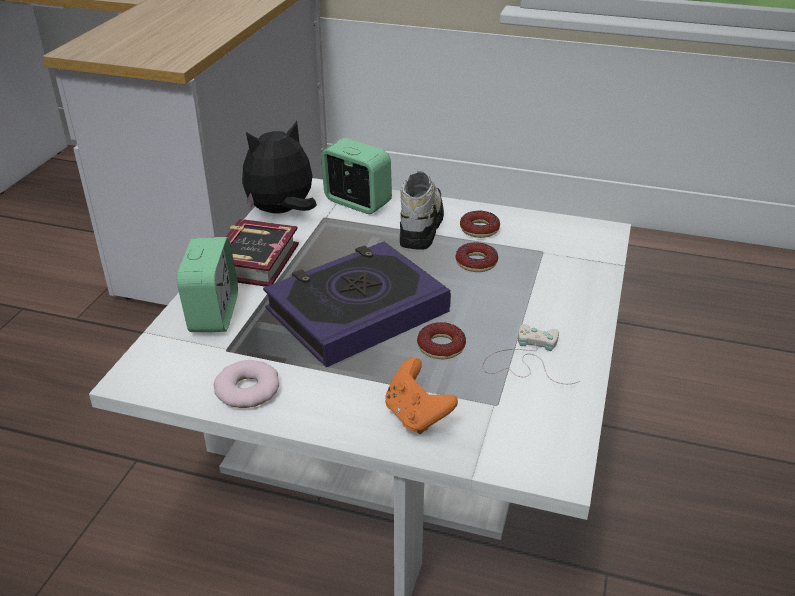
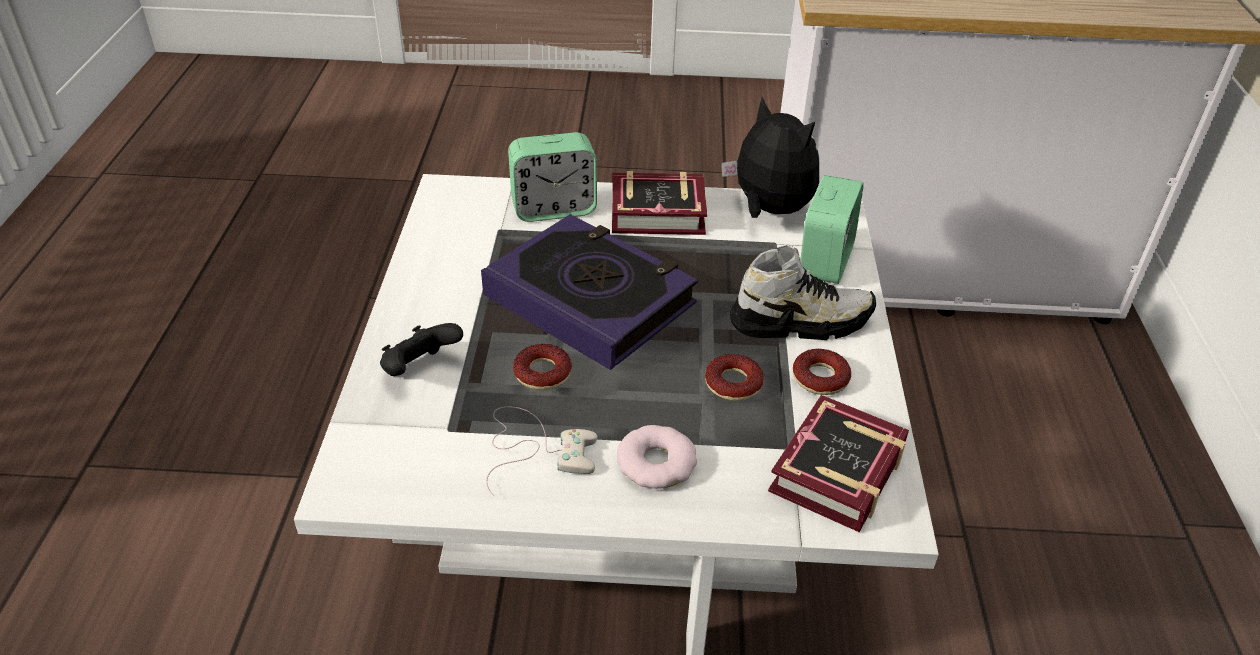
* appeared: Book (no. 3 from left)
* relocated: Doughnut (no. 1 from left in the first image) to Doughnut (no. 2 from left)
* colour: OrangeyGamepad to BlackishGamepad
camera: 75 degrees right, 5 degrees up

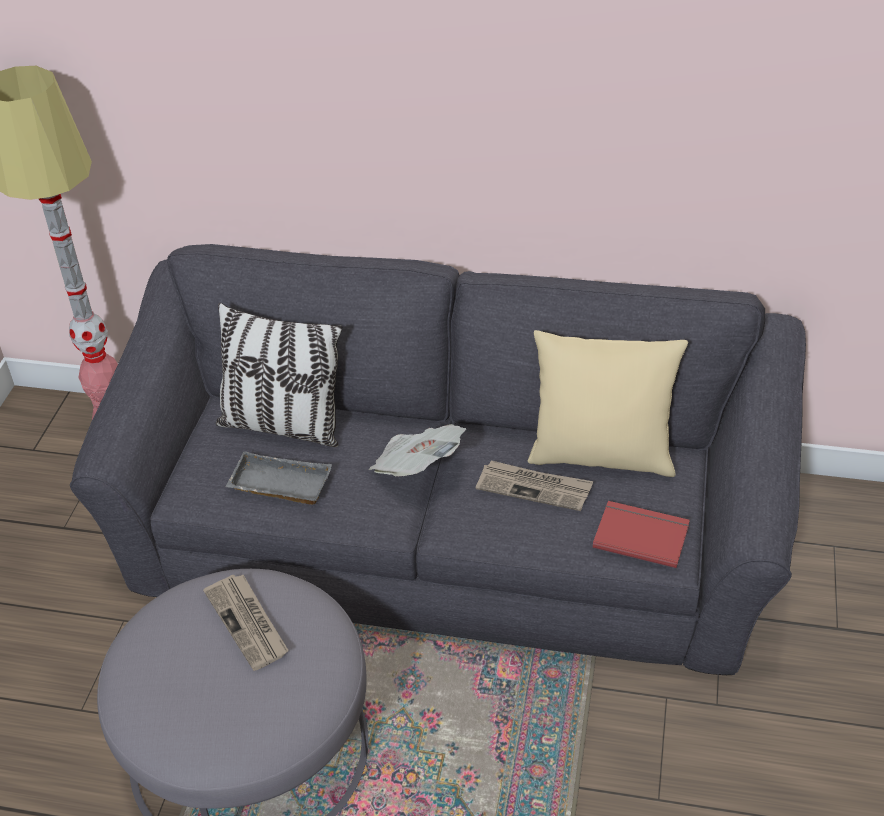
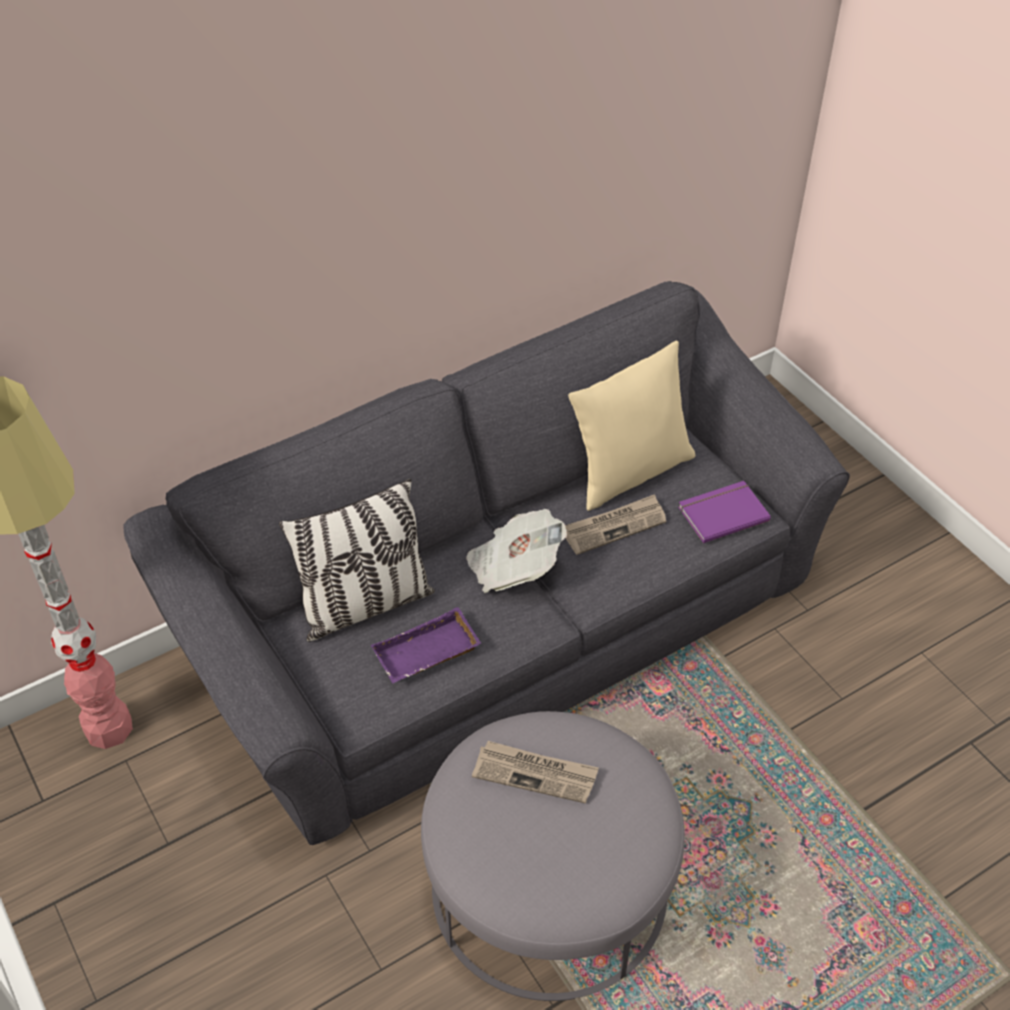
* colour: GrayServingTray to PurplishServingTray
* colour: RedBook to PurplishBook
camera: 45 degrees left, 5 degrees up

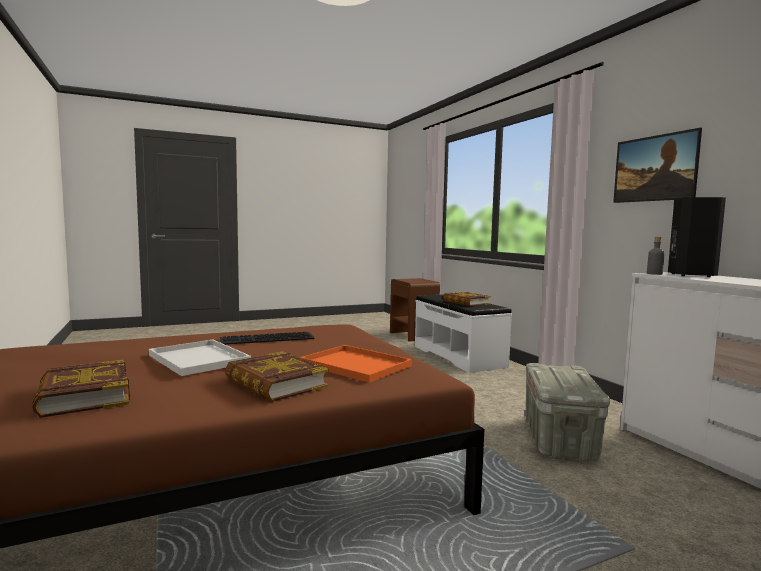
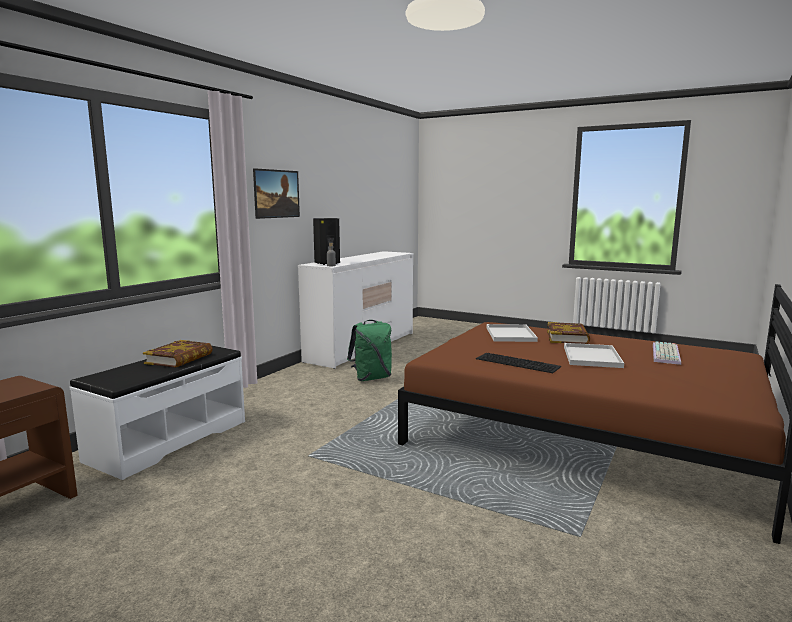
* exchanged: Book (no. 1 from left) to PcKeyboard (no. 2 from left)
* exchanged: GrayStorageContainer to GreenishKnapsack
* colour: OrangeyServingTray to WhiteServingTray (no. 1 from left)
camera: 125 degrees left, 5 degrees up

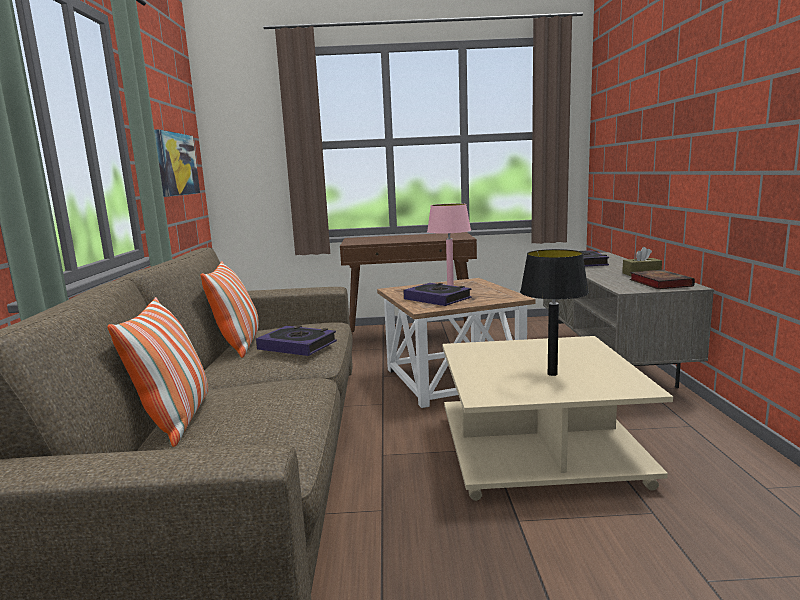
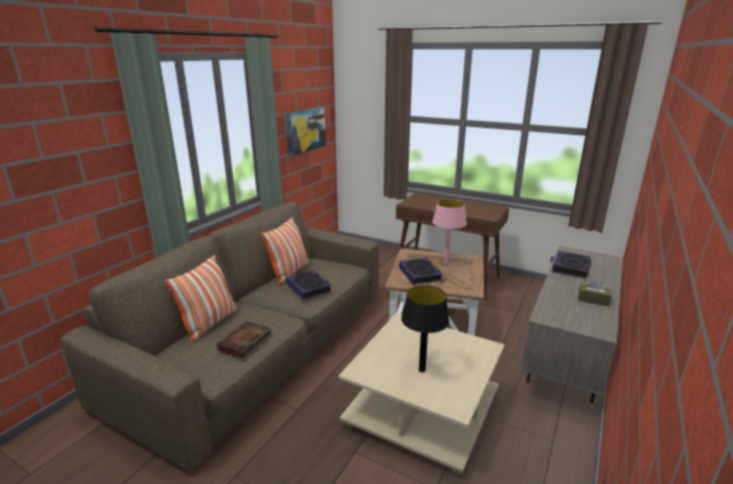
* relocated: Book (no. 4 from left in the first image) to Book (no. 1 from left)
camera: 30 degrees right, 10 degrees up

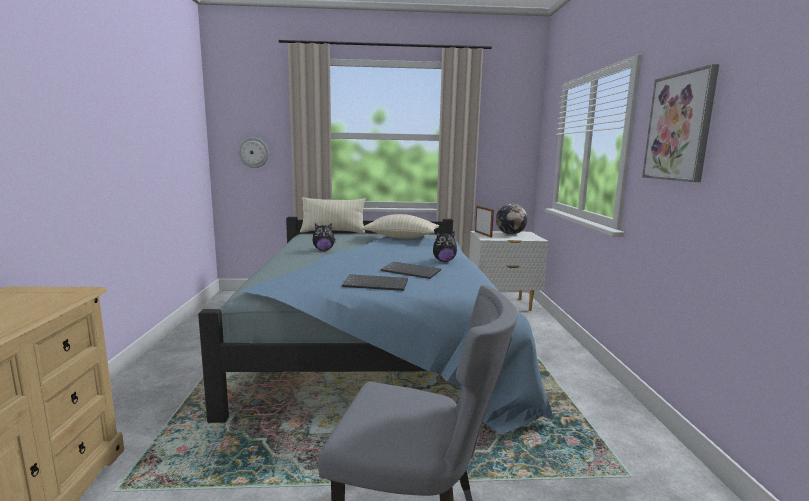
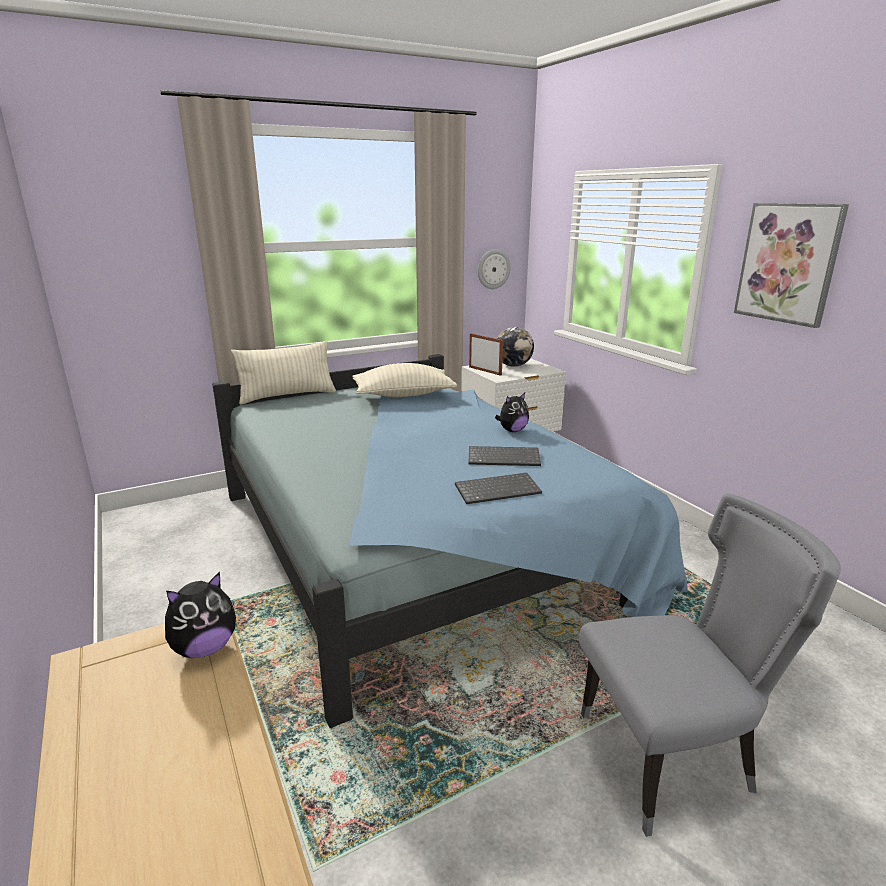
* relocated: WallClock
* relocated: SoftToy (no. 1 from left)
camera: 25 degrees left, 10 degrees up

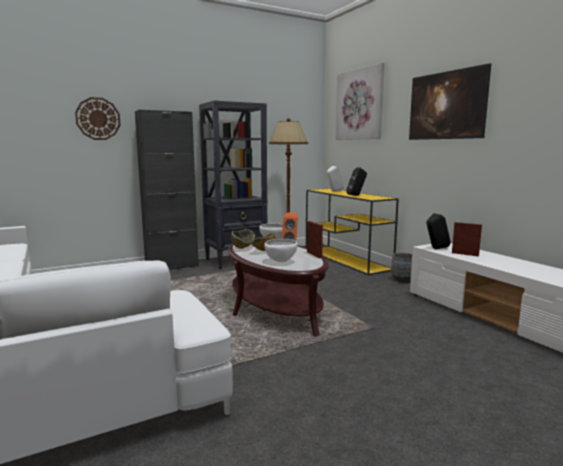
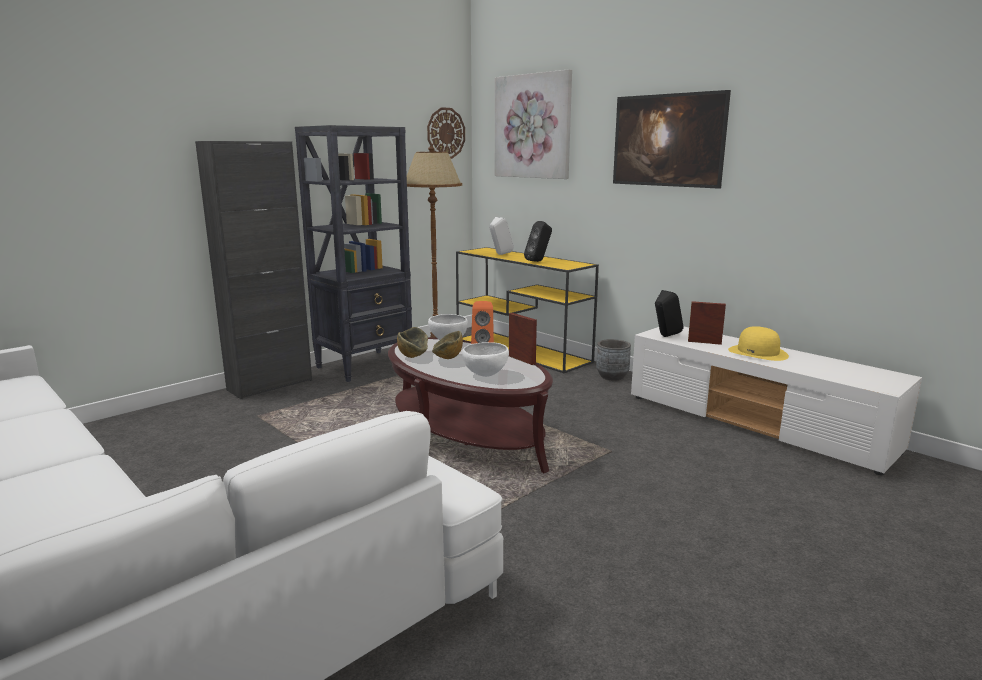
* appeared: YellowHat
* relocated: WallClock
camera: 15 degrees left, 5 degrees up

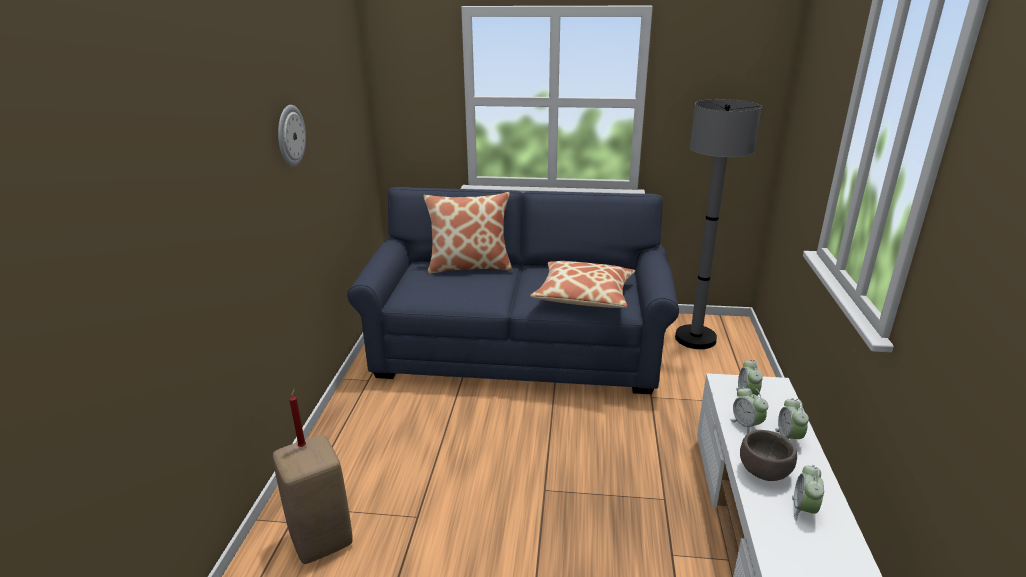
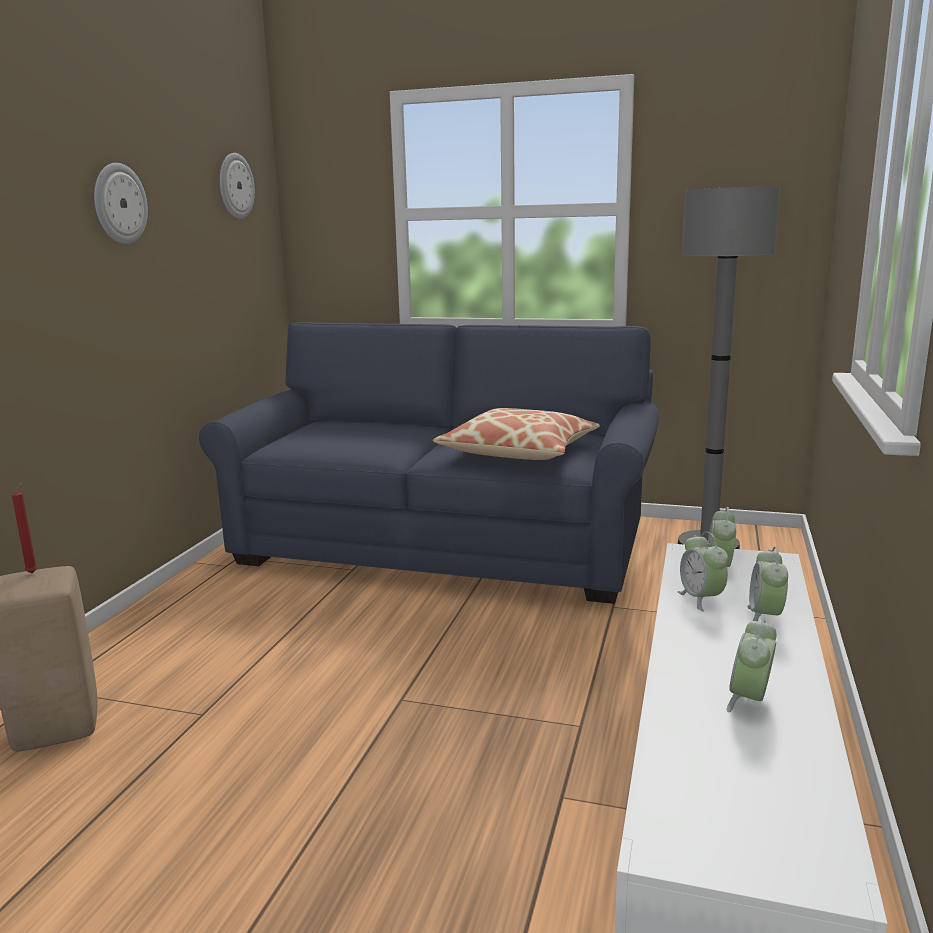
* missing: ThrowPillow (no. 1 from left)
* missing: BrownColouredBowl
* appeared: WallClock (no. 2 from left)
camera: 10 degrees right, 10 degrees down

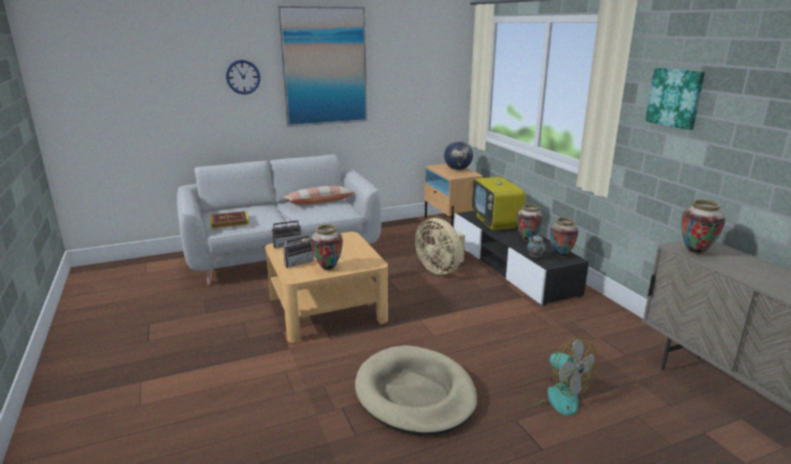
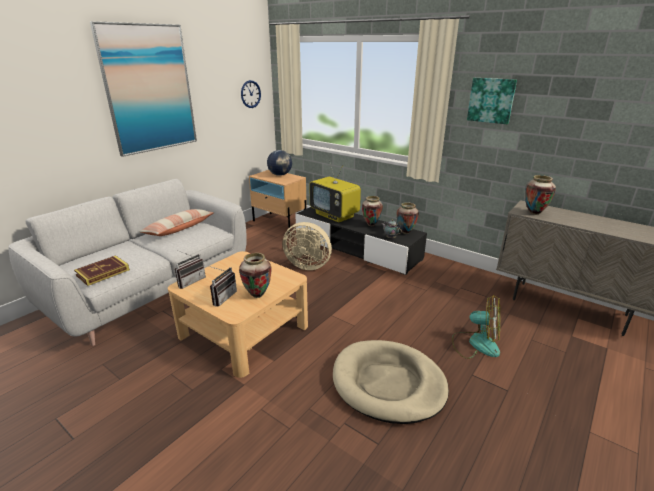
* relocated: WallClock
camera: 30 degrees left, 5 degrees up

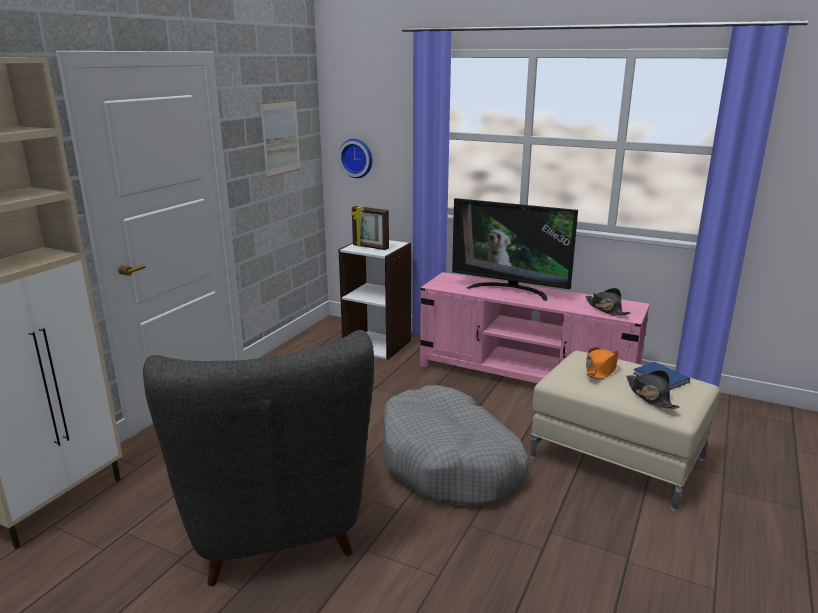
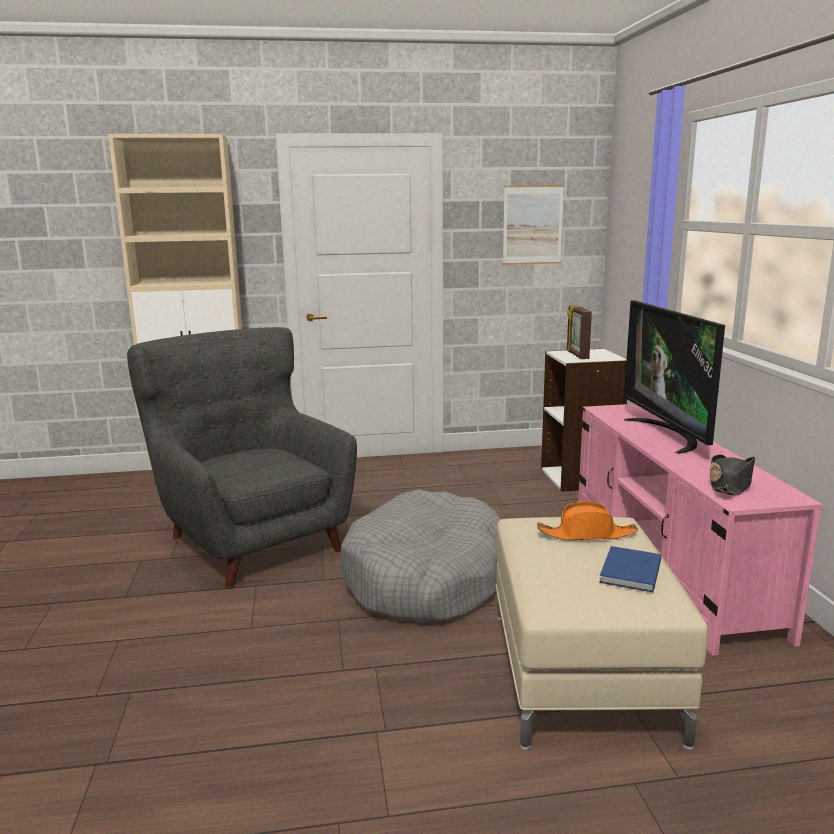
* missing: WallClock
* missing: BlackishHat (no. 2 from left)
* spun: GrayEasyChair 105 degrees clockwise
camera: 55 degrees right, 5 degrees down

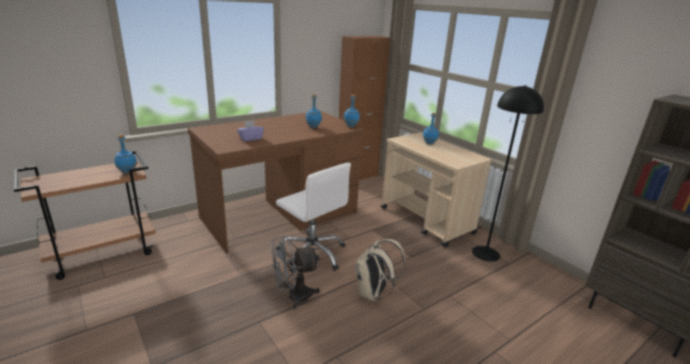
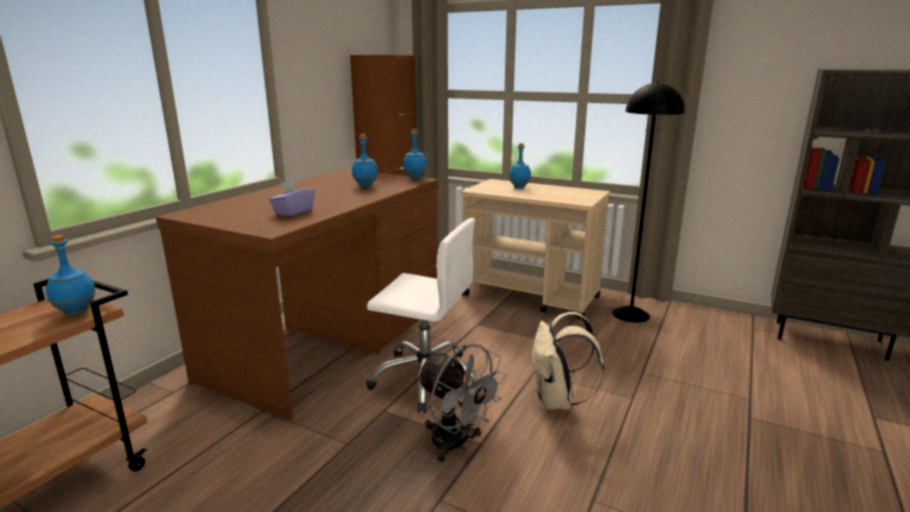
* spun: GrayFan 90 degrees counterclockwise
camera: 25 degrees left, 5 degrees down

